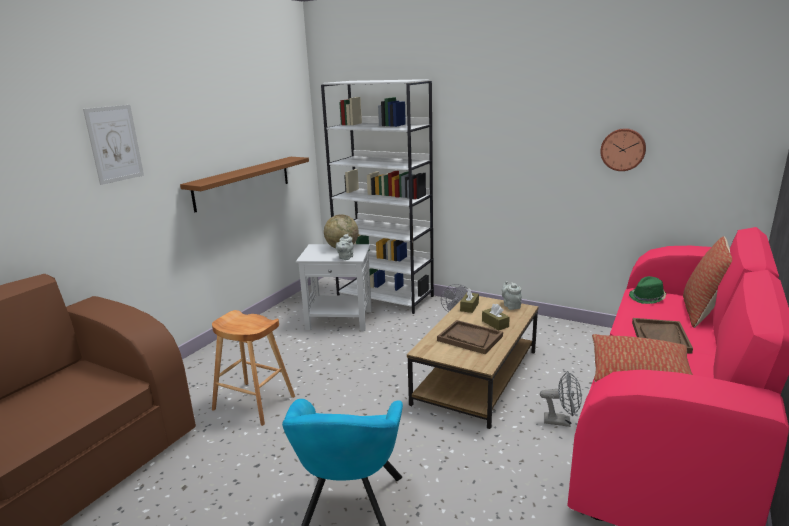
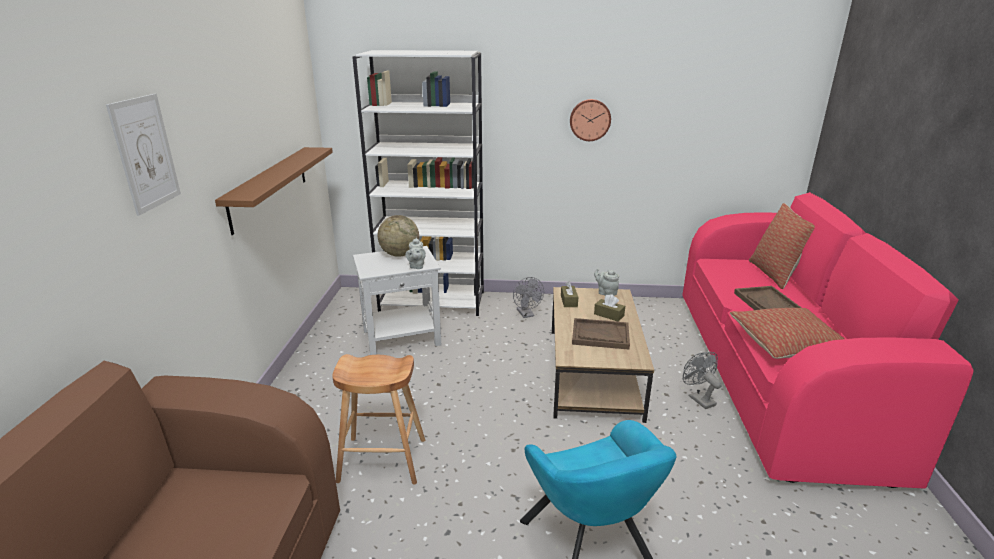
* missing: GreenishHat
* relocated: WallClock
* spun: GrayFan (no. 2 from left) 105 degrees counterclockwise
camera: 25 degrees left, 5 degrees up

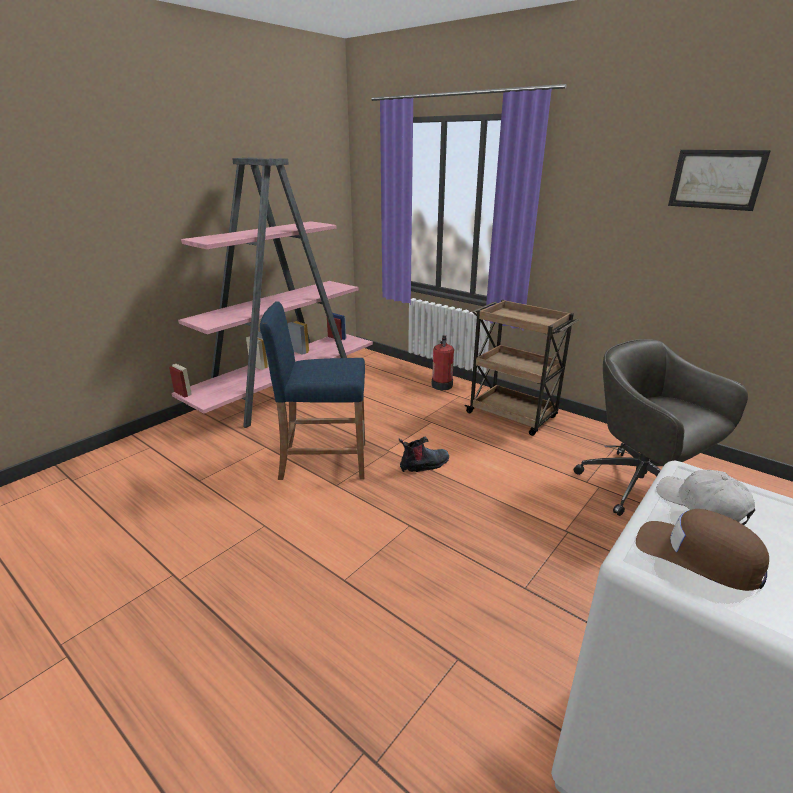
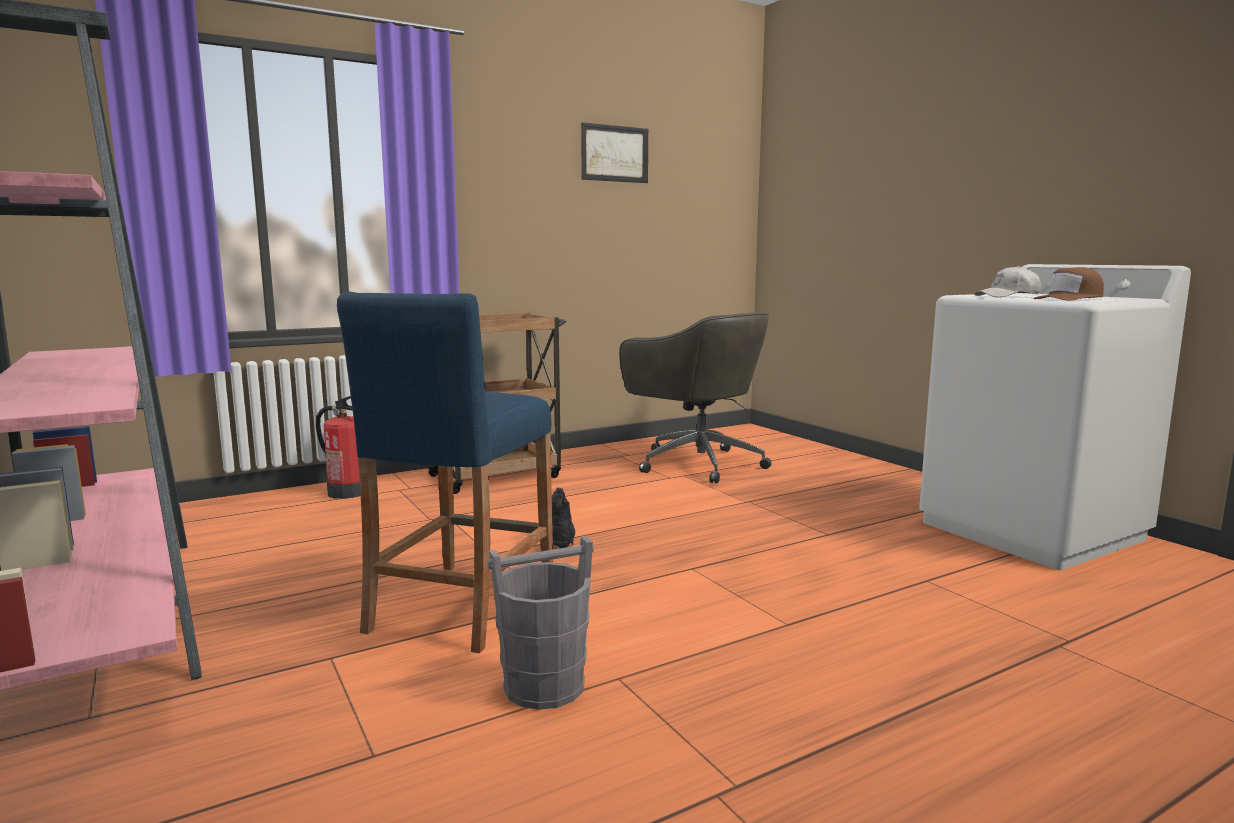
* appeared: GrayPail
* spun: GrayDeskChair 120 degrees counterclockwise
camera: 70 degrees left, 15 degrees down

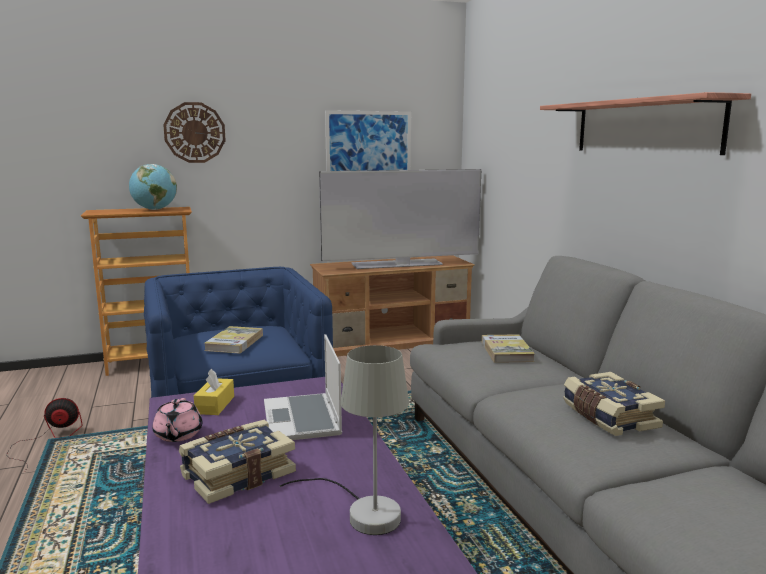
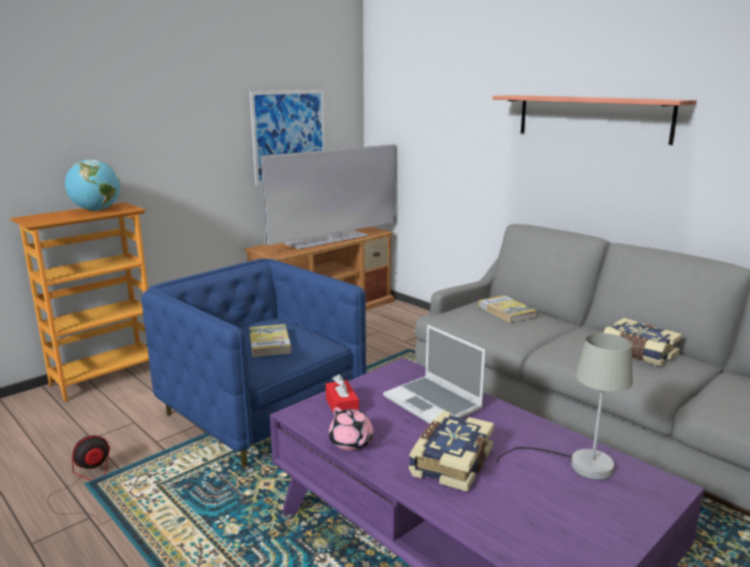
* missing: WallClock
* colour: YellowTissueHolder to RedTissueHolder
camera: 25 degrees left, 5 degrees up

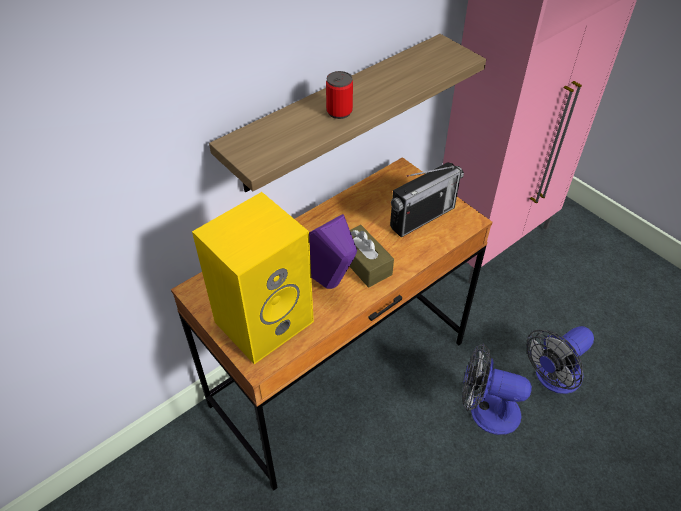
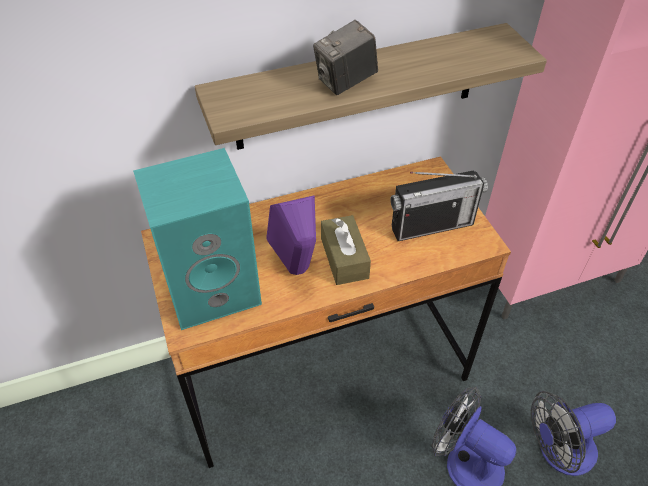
* exchanged: Can to PhotoCamera
* colour: YellowAudioSpeaker to TurquoiseAudioSpeaker
camera: 20 degrees right, 0 degrees up

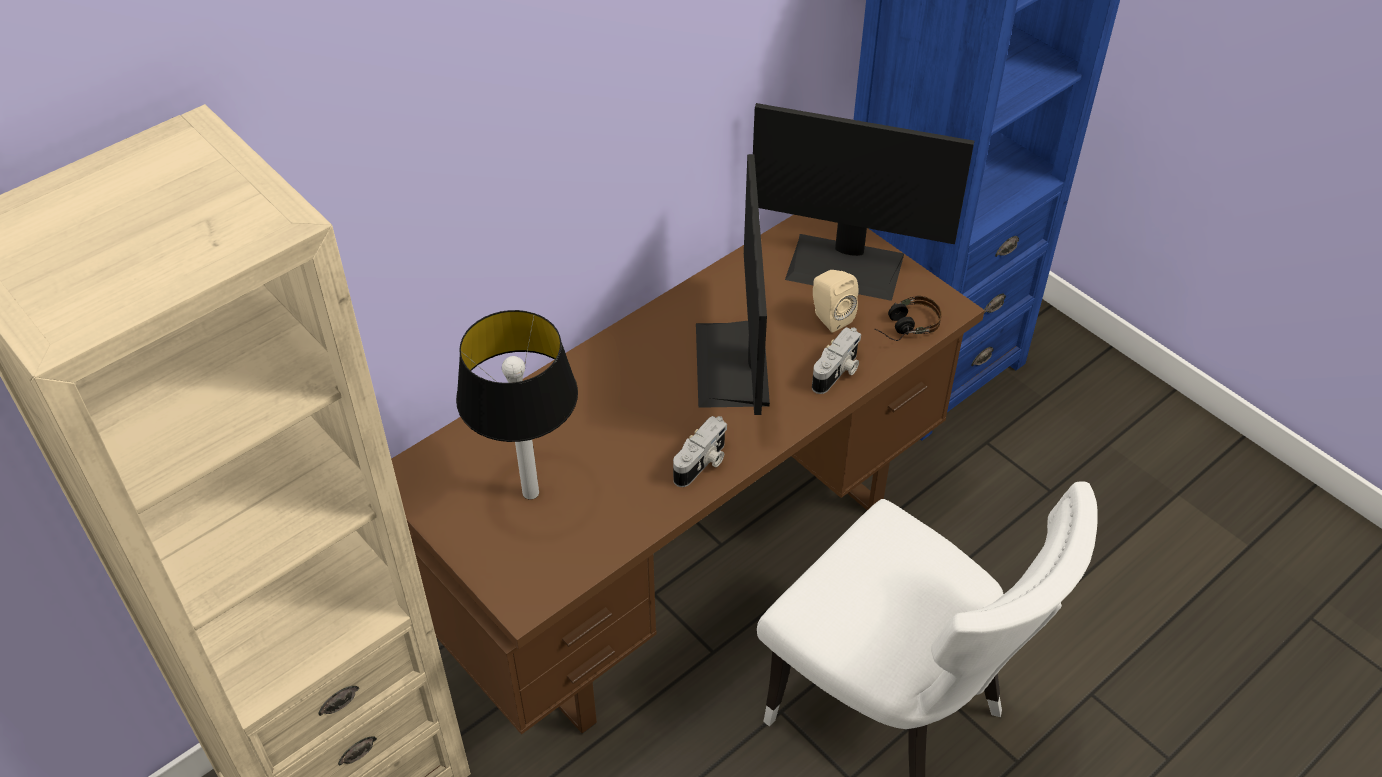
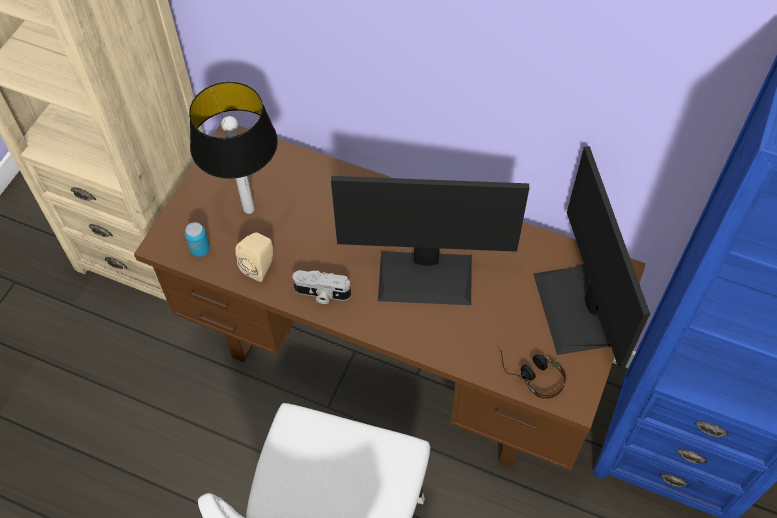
* missing: PhotoCamera (no. 2 from left)
* appeared: Can
* relocated: BeigeAudioSpeaker
* spun: ComputerDisplay (no. 1 from left) 150 degrees counterclockwise
camera: 65 degrees right, 10 degrees up

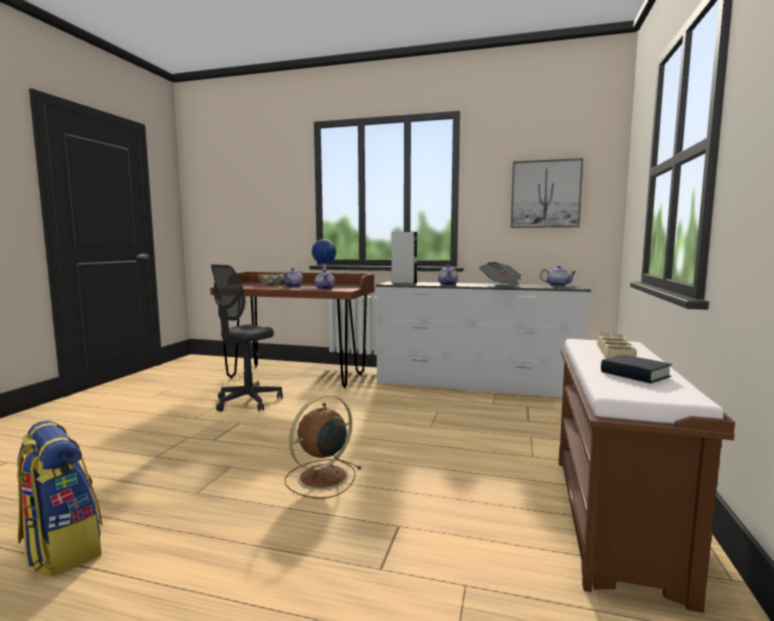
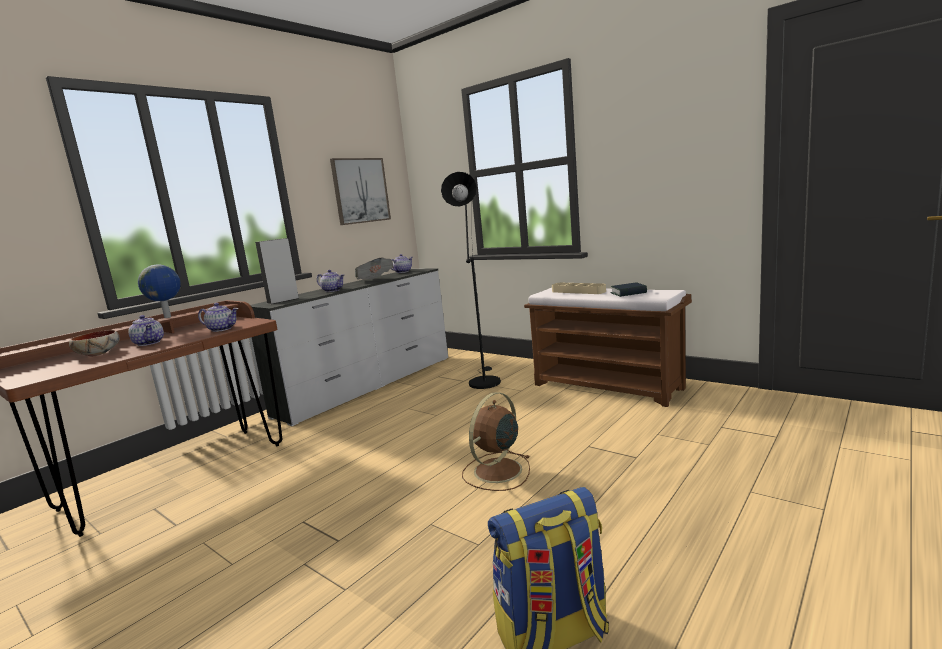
* missing: GrayDeskChair
* appeared: BlackishStandingLamp
* spun: BrownColouredFan 60 degrees clockwise
camera: 65 degrees left, 5 degrees up

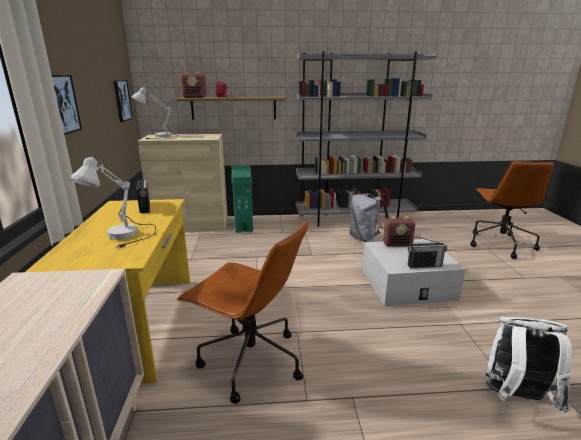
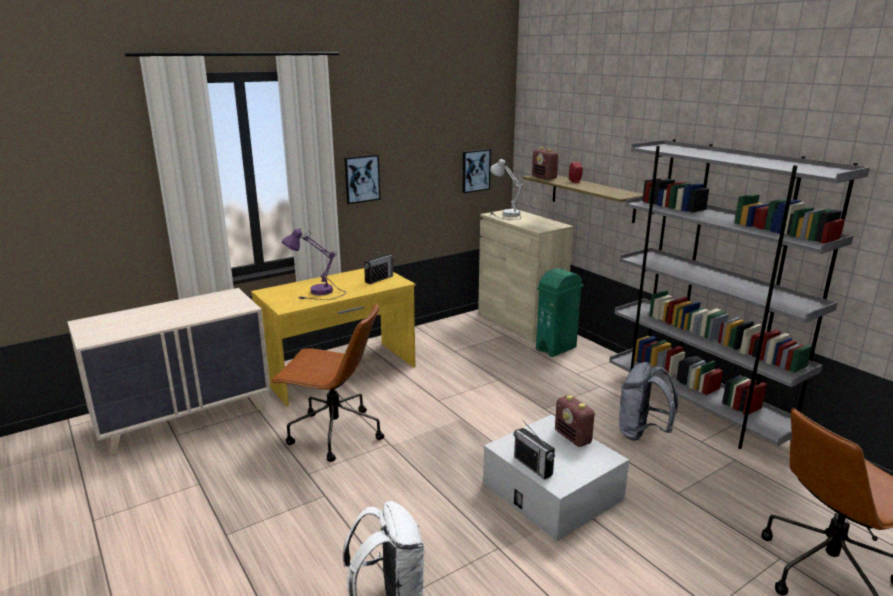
* colour: WhiteTableLamp (no. 1 from left) to PurplishTableLamp
* spun: BrownColouredDeskChair (no. 1 from left) 75 degrees counterclockwise
camera: 60 degrees right, 0 degrees up

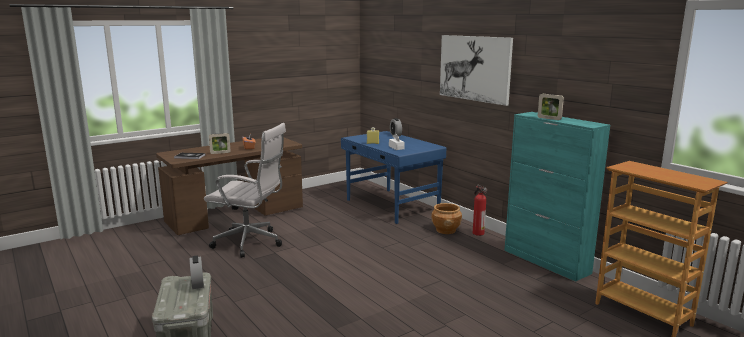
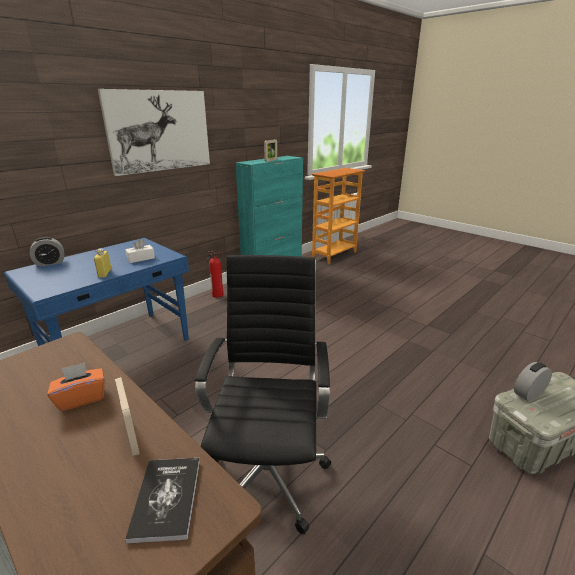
* missing: BrownColouredPlanter
* colour: WhiteDeskChair to BlackishDeskChair
camera: 100 degrees left, 10 degrees up

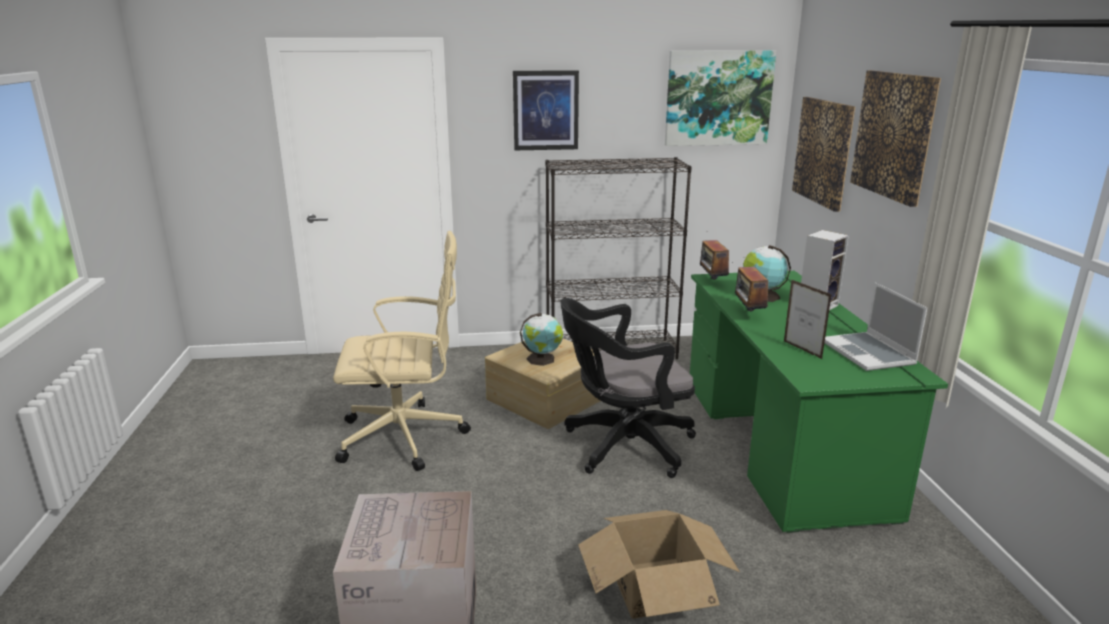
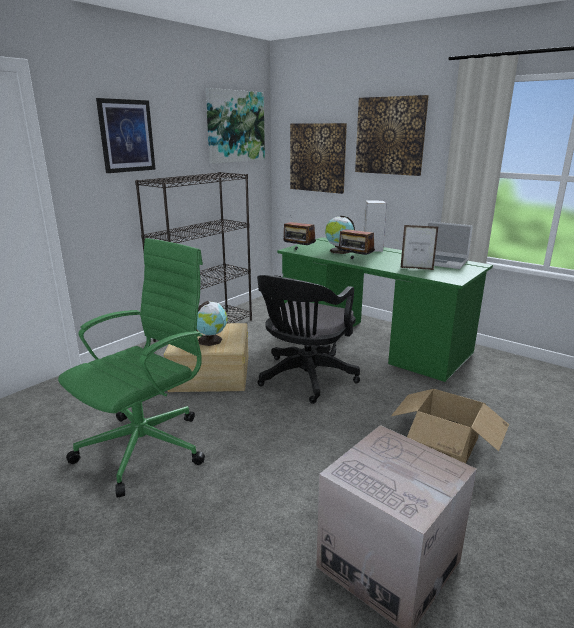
* colour: BeigeDeskChair to GreenishDeskChair
camera: 45 degrees left, 0 degrees up

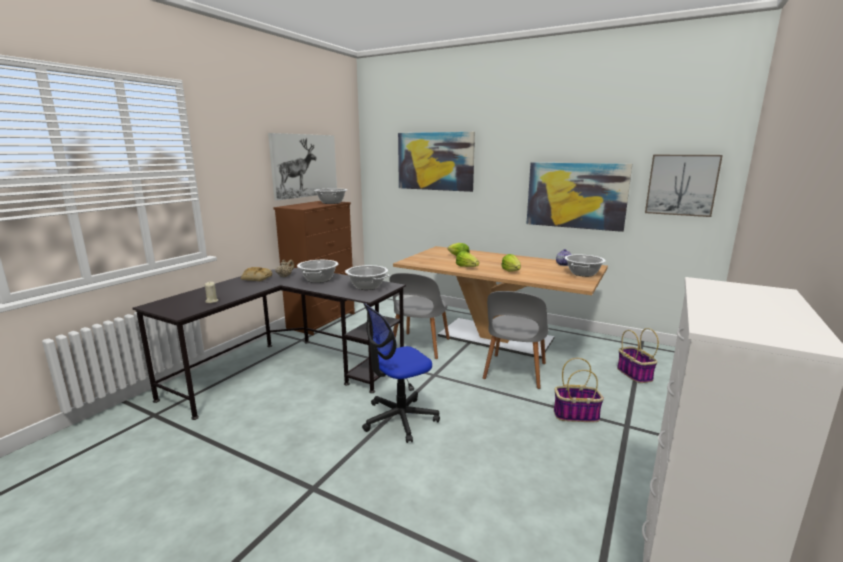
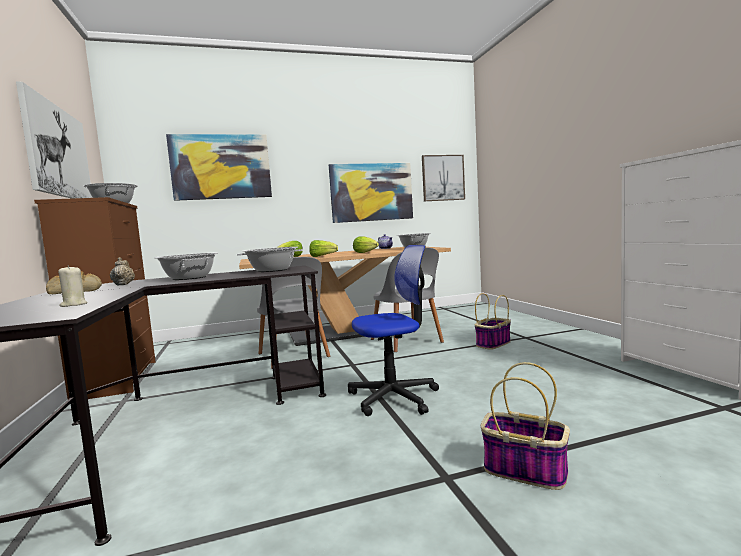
* relocated: HouseholdBasket (no. 2 from left)
* spun: DeskChair 120 degrees counterclockwise
camera: 45 degrees left, 10 degrees down

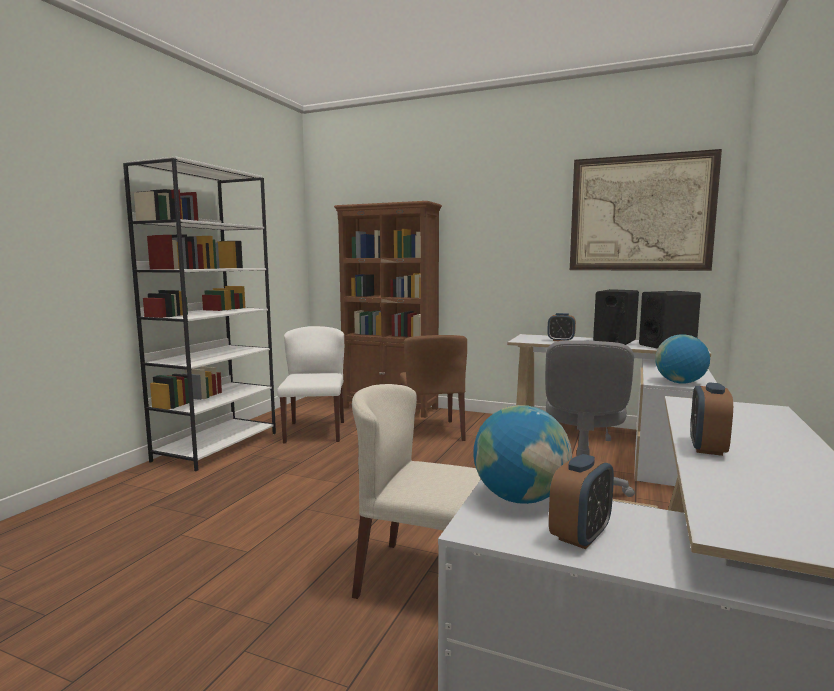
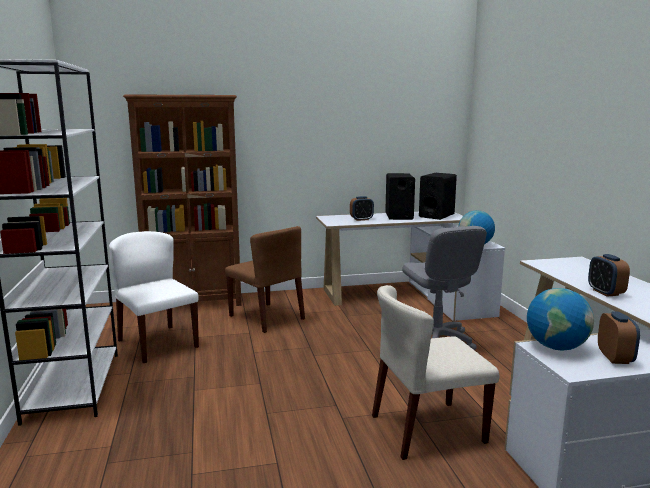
* missing: Picture
camera: 35 degrees left, 5 degrees up

